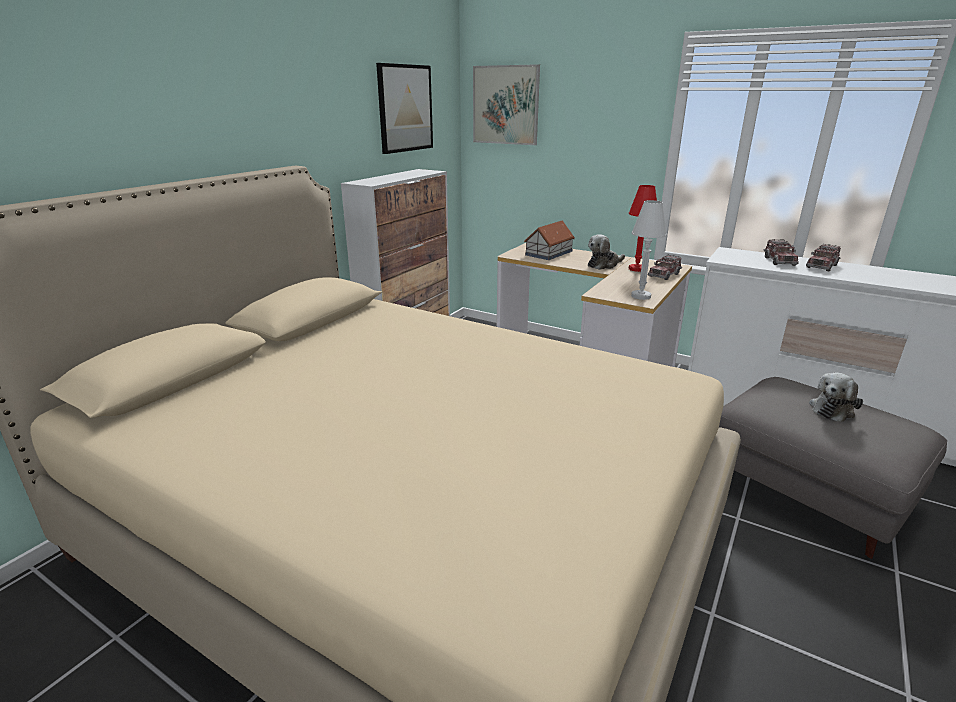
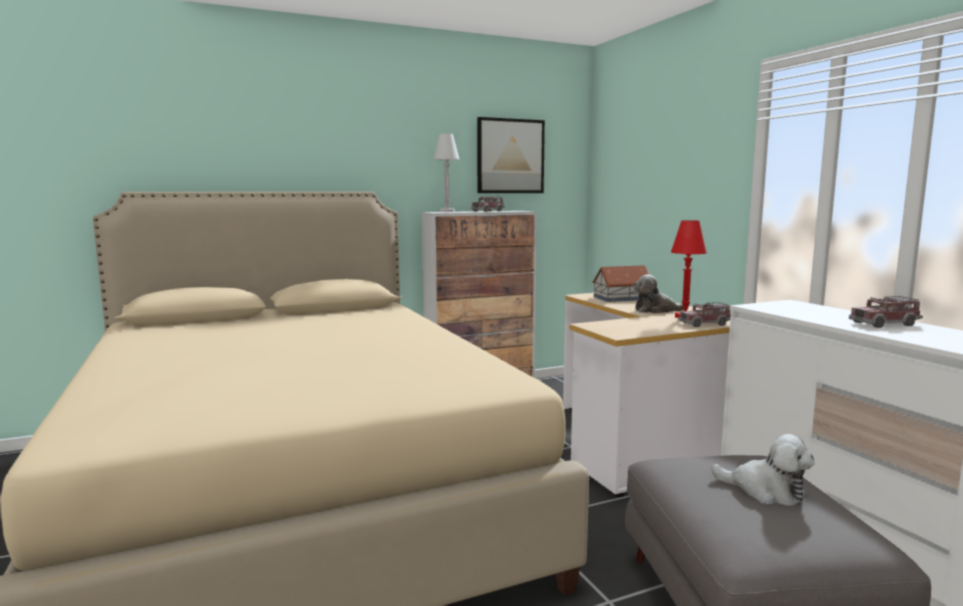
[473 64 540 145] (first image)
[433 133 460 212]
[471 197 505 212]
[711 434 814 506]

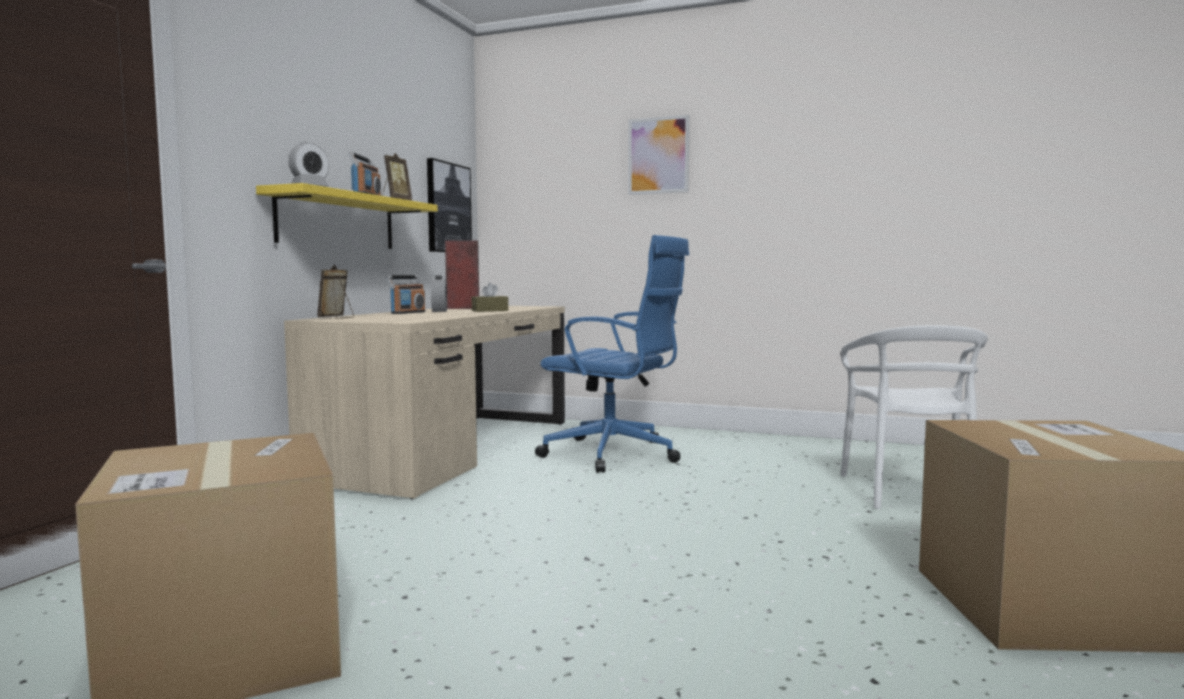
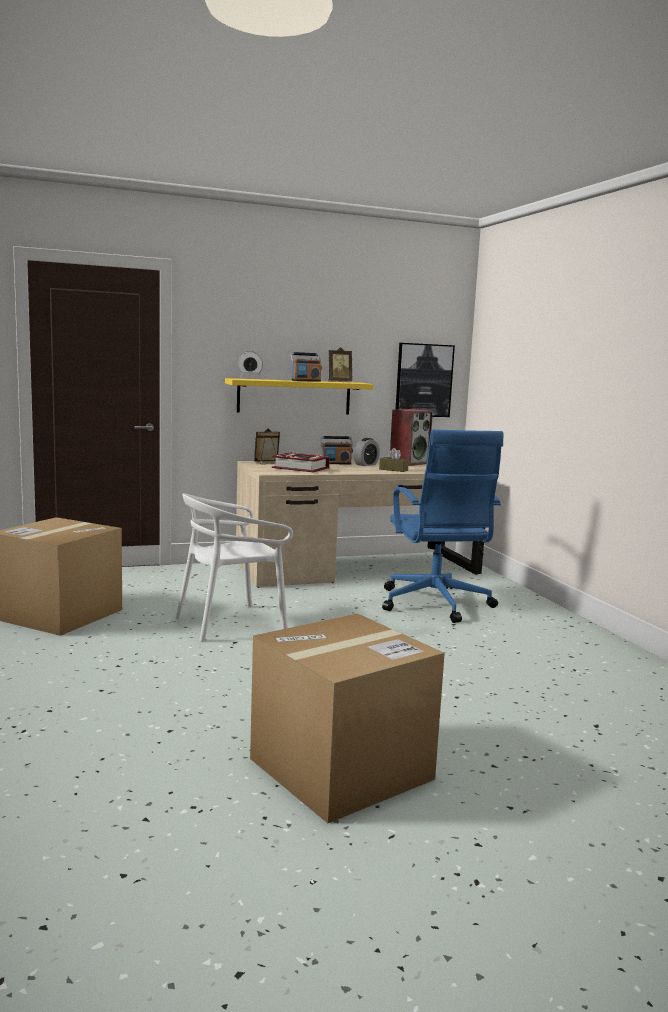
[628 115 689 195] (first image)
[176 493 293 642]
[272 452 330 472]

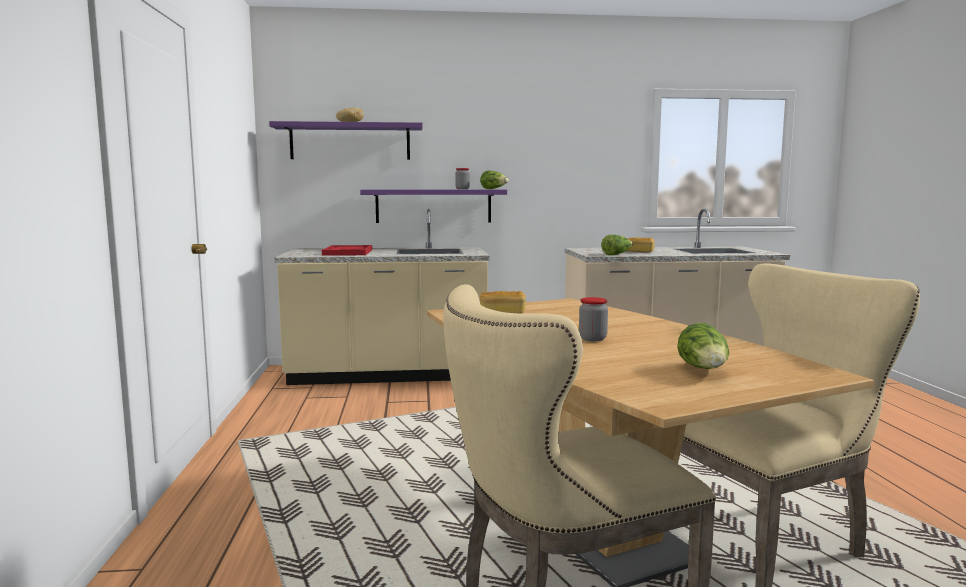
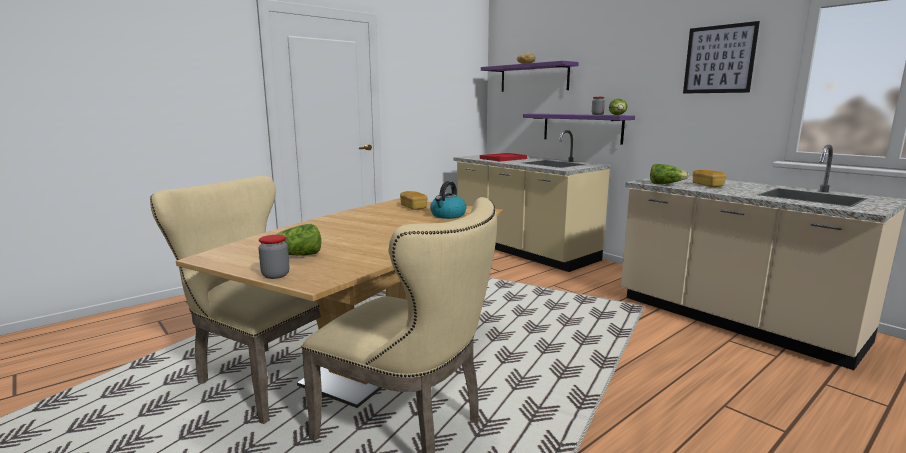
[258 235 290 279]
[683 21 760 94]
[430 181 466 219]

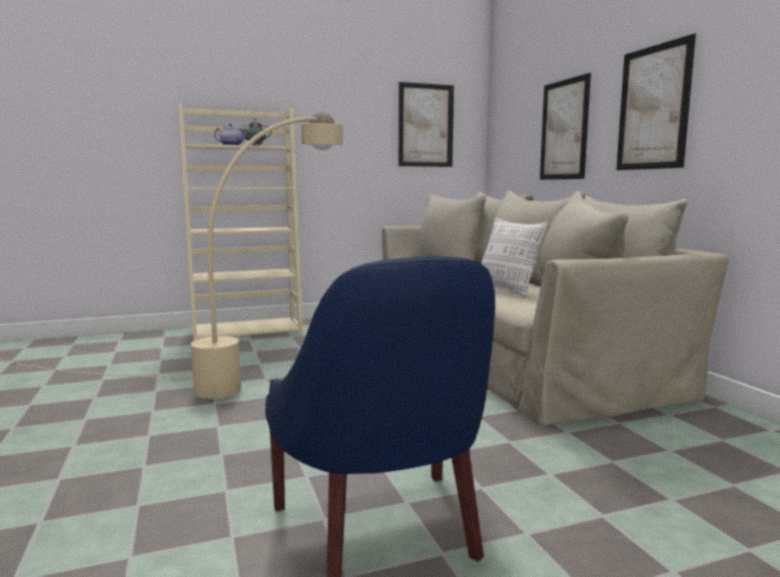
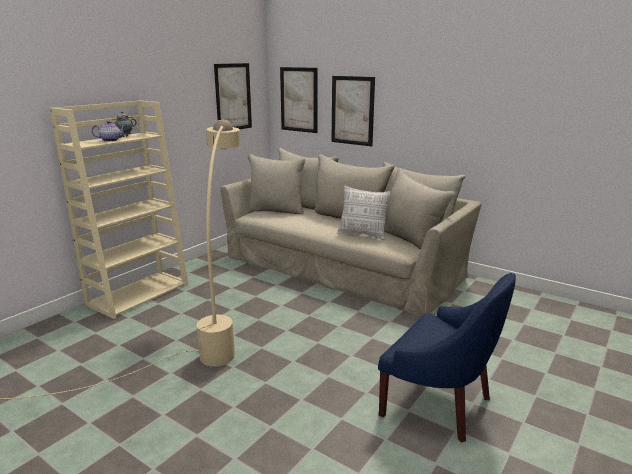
[280 67 318 133]

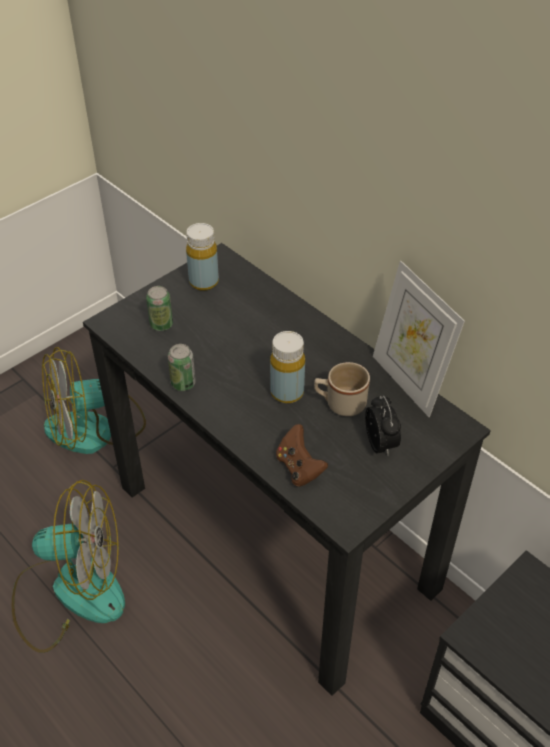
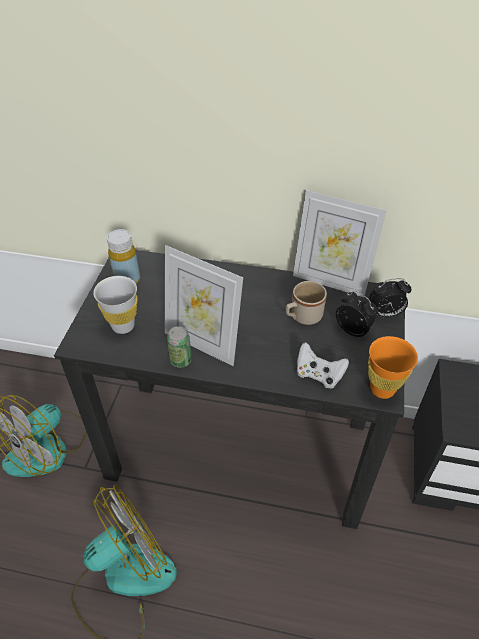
[93 276 137 334]
[270 331 305 403] (first image)
[297 342 349 389]
[165 245 243 366]
[369 278 411 318]
[368 336 418 399]

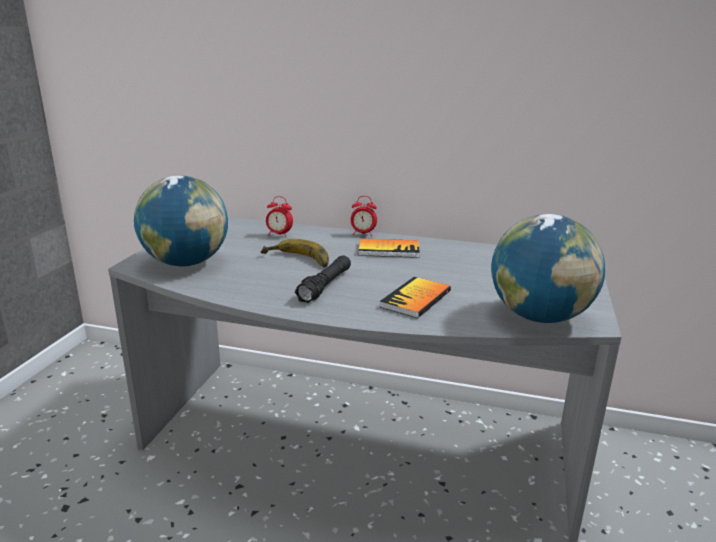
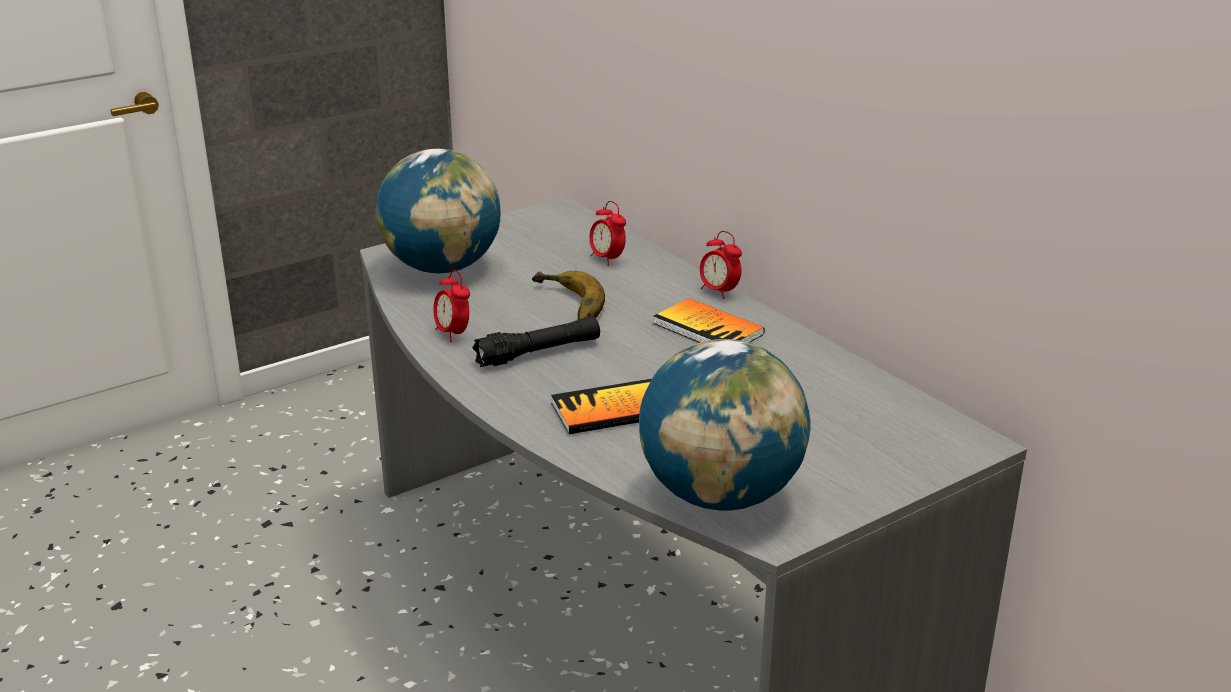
[433 270 470 342]

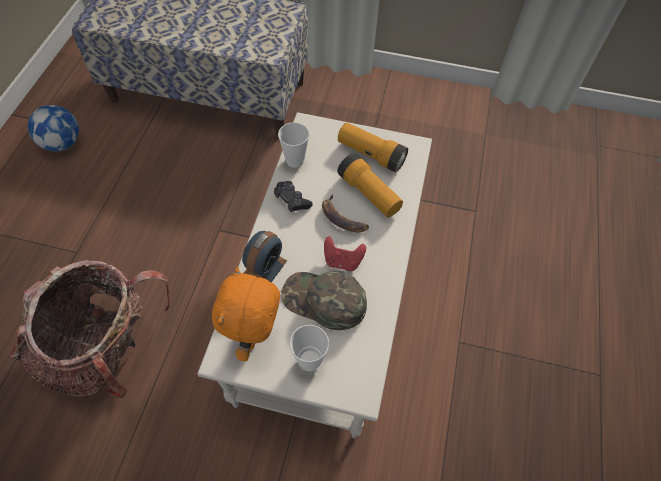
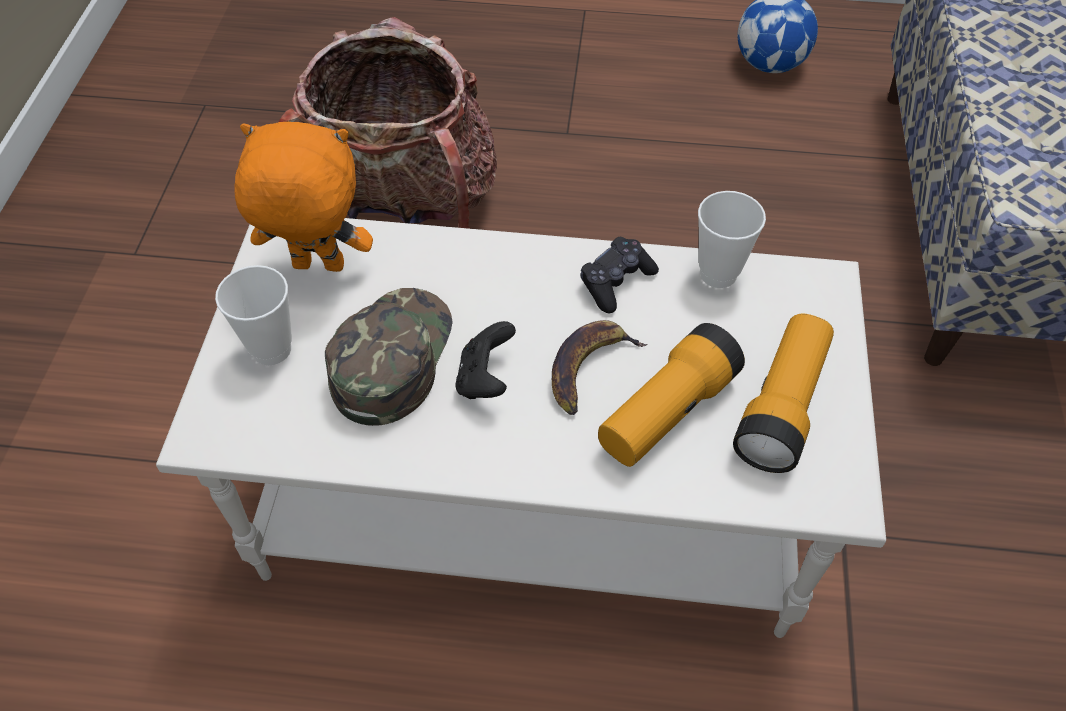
[242 231 287 282] (first image)
[456 321 516 399]

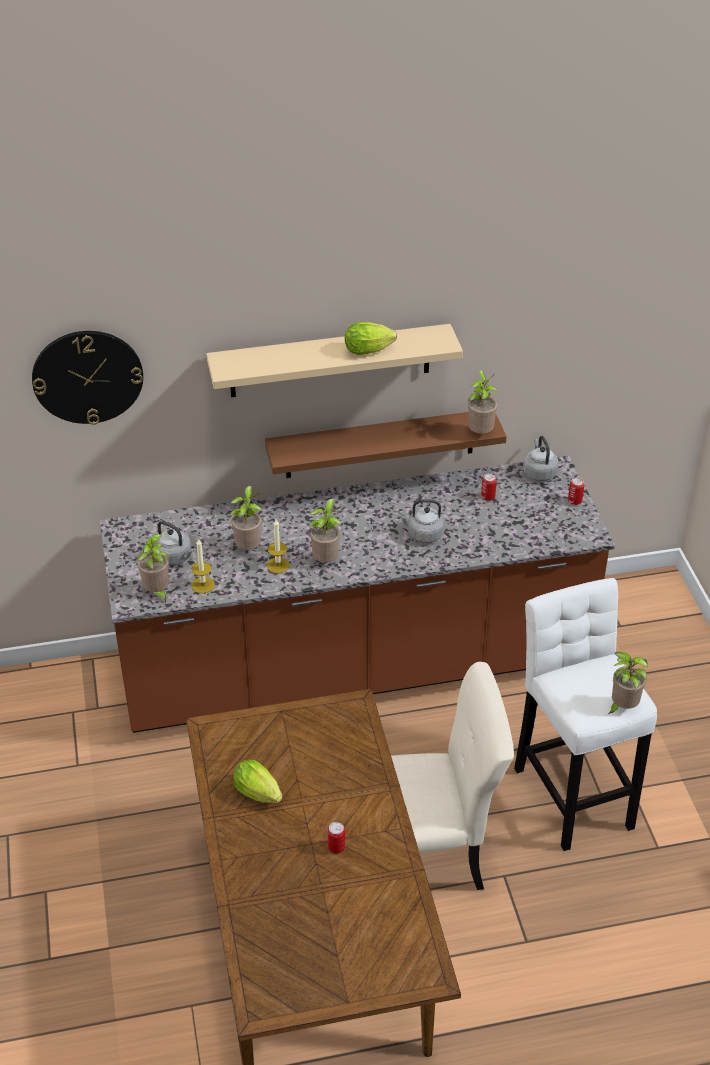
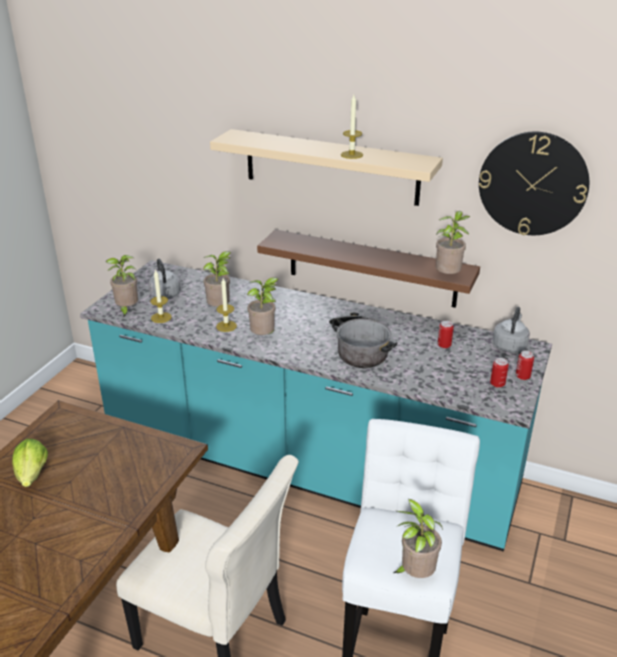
[341 95 363 159]
[479 132 589 235]
[80 260 552 552]
[329 312 397 368]
[490 358 509 388]

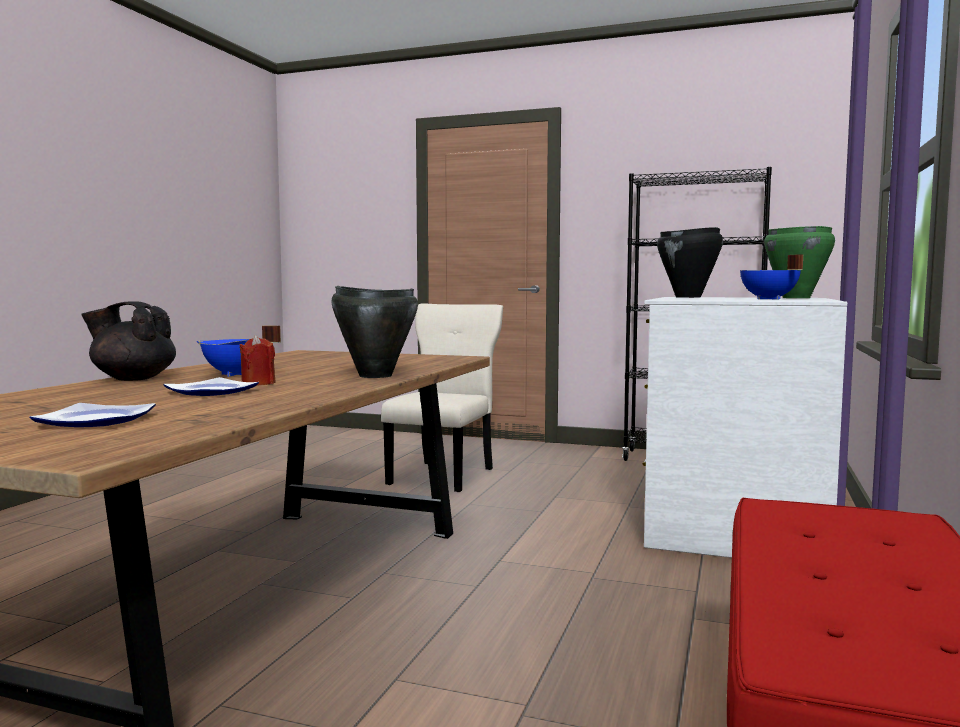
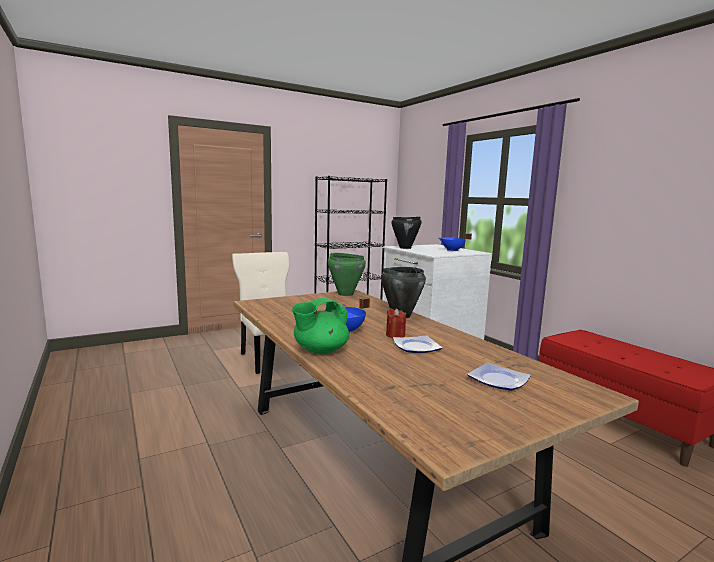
[327 253 366 296]
[292 298 349 354]

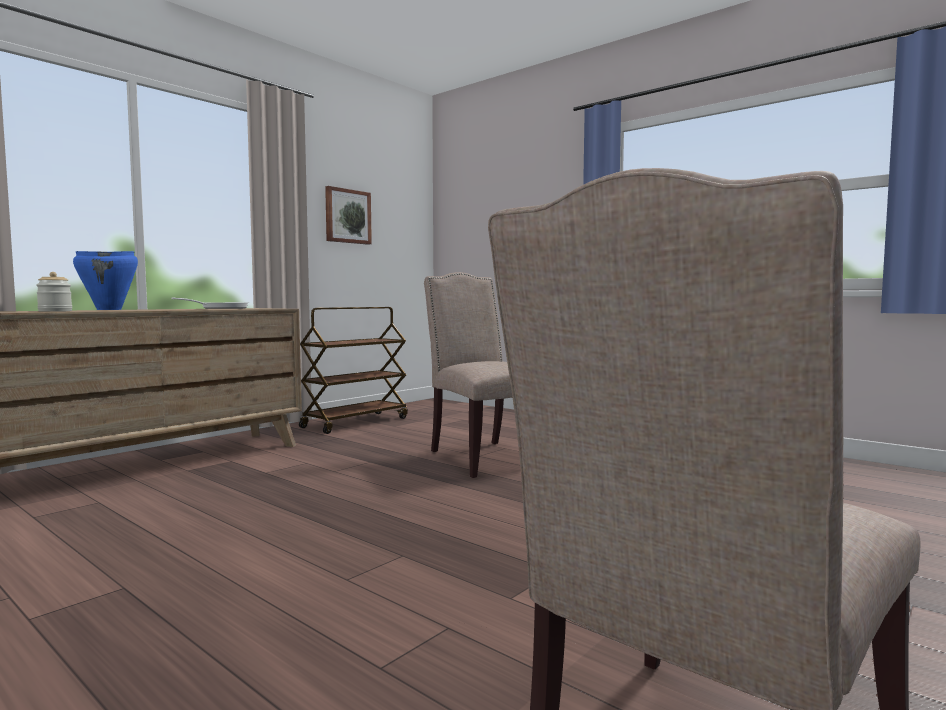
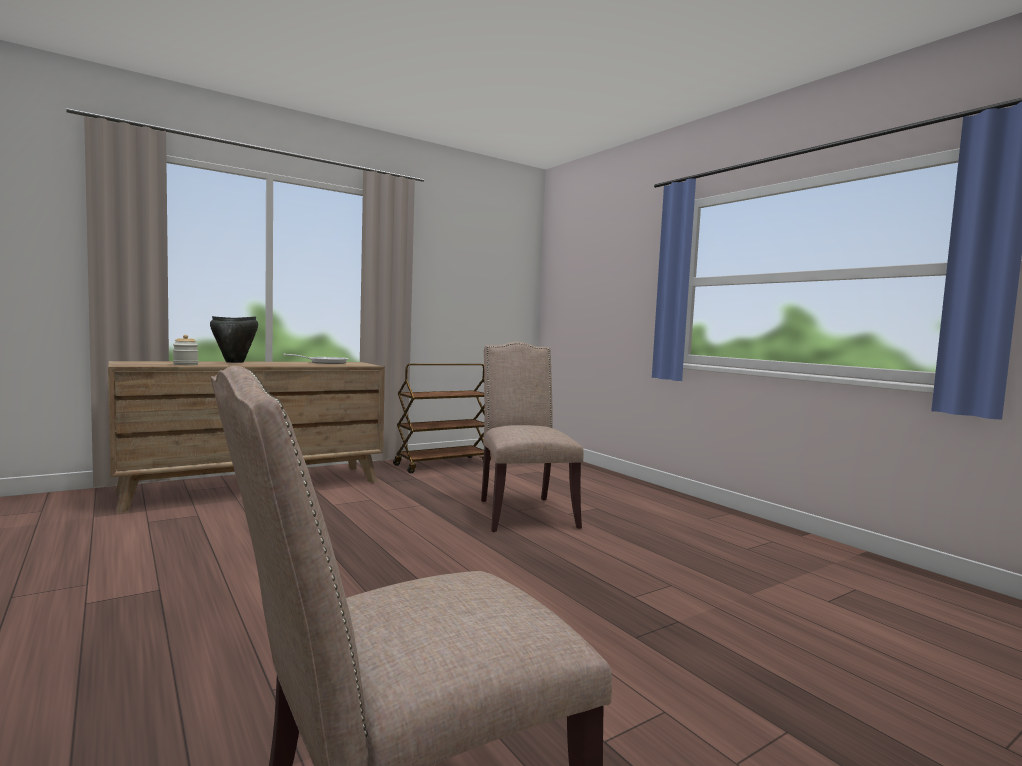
[325 186 372 245] (first image)
[210 316 258 363]

